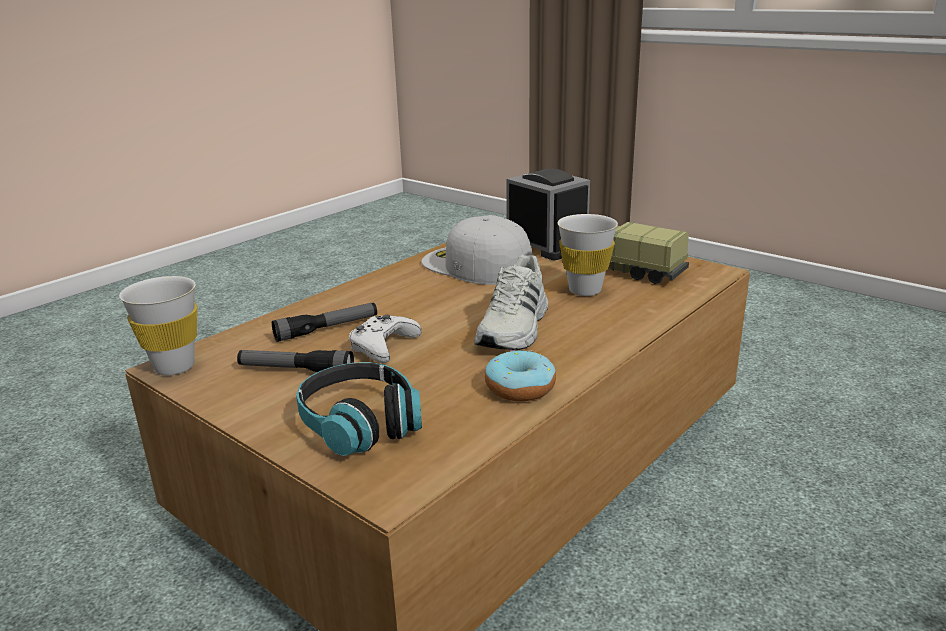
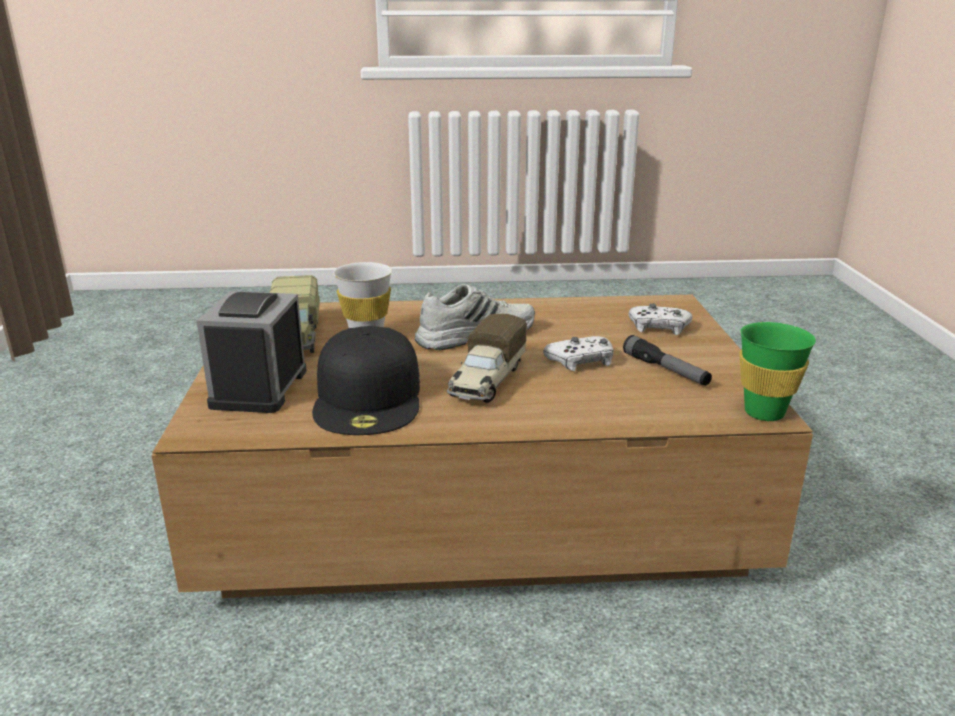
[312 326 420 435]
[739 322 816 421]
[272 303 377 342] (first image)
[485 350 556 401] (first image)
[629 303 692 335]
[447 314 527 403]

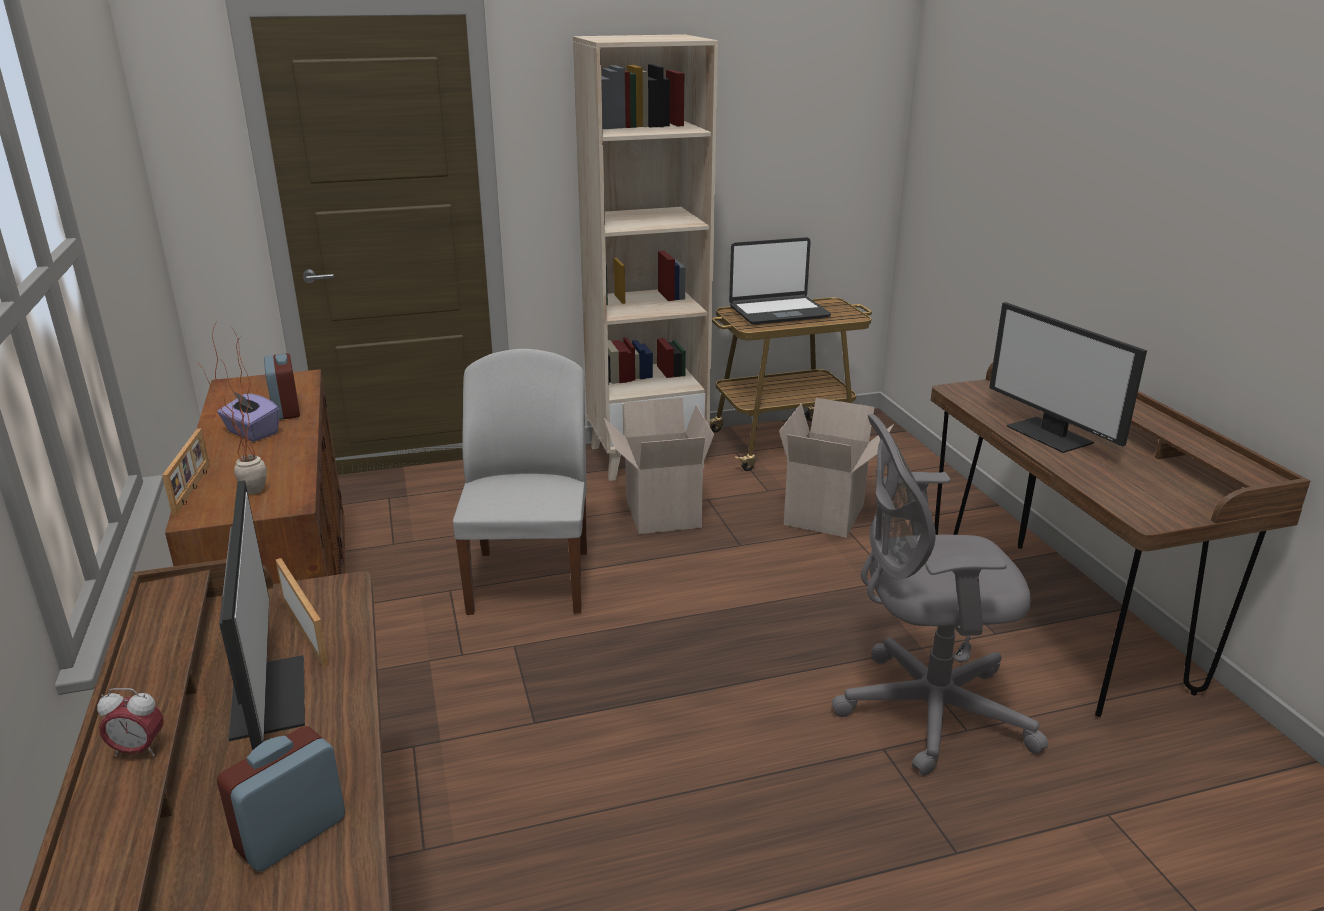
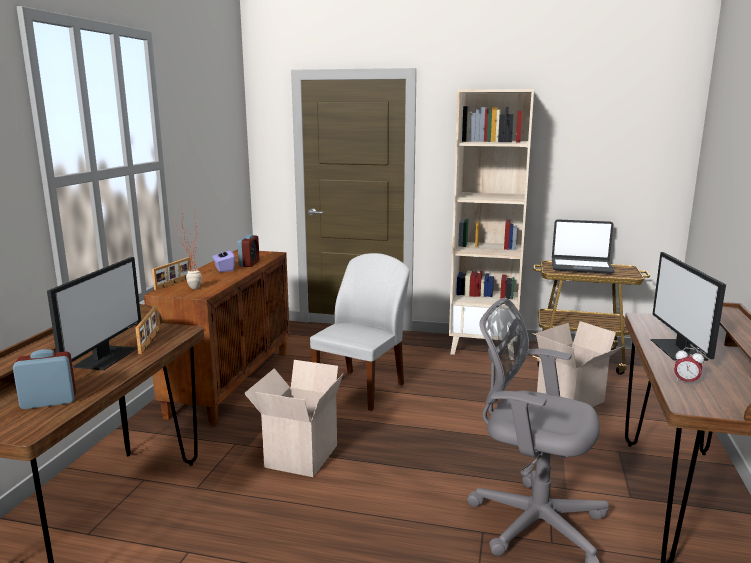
[244 360 343 477]
[674 348 704 386]

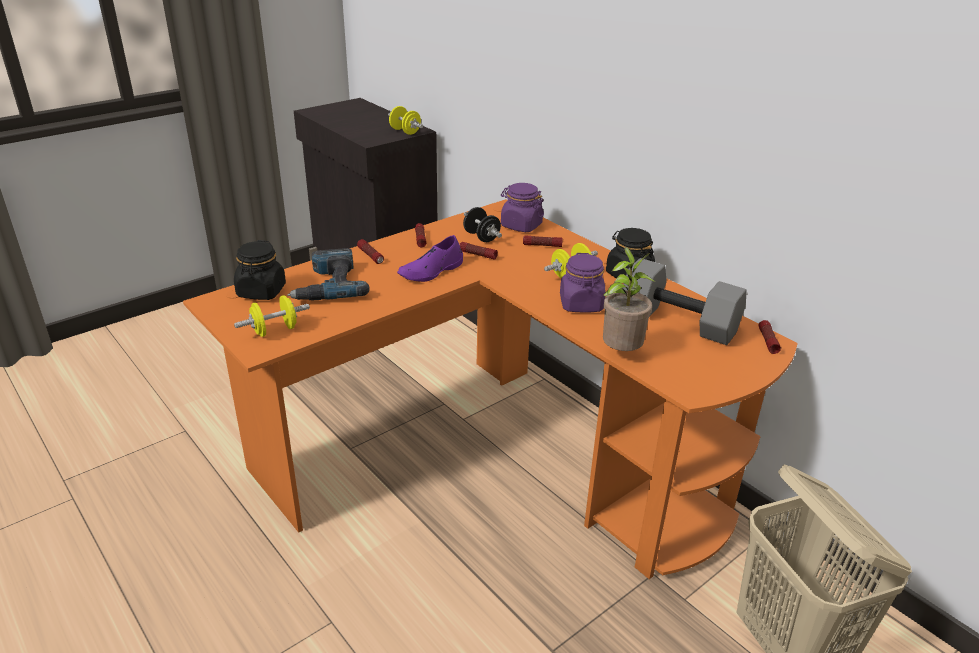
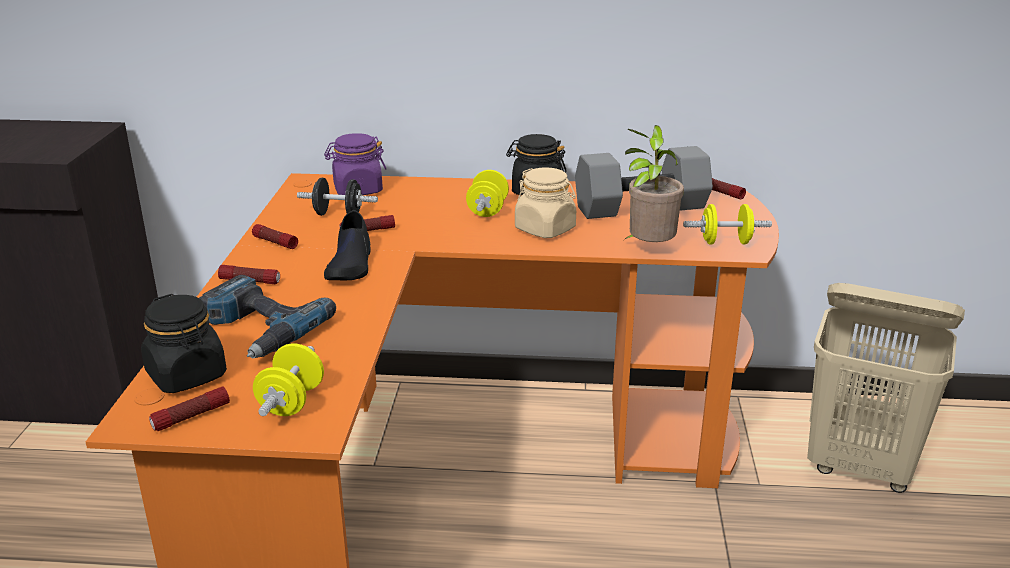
[683 204 772 245]
[324 210 371 280]
[149 386 230 431]
[515 168 576 238]

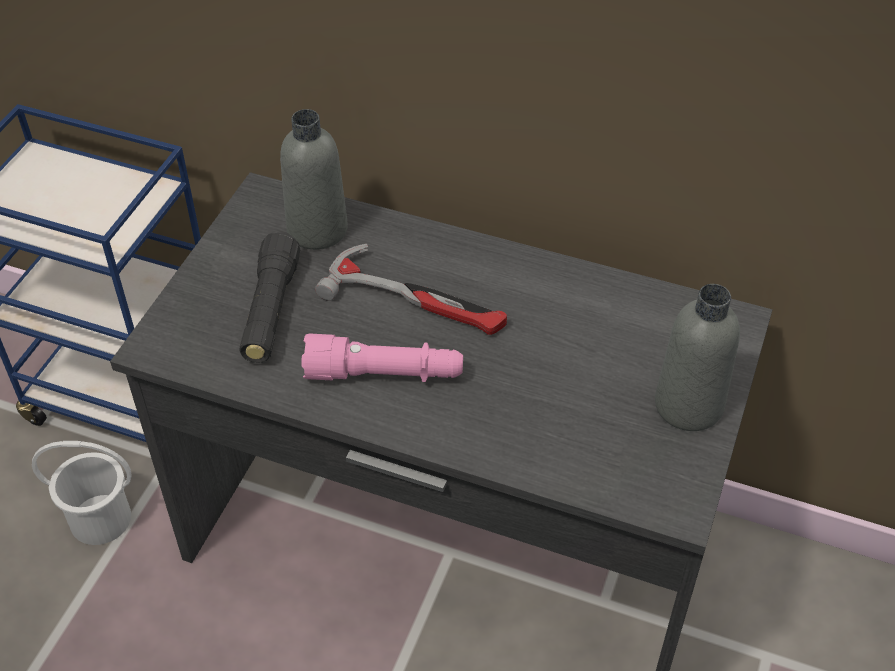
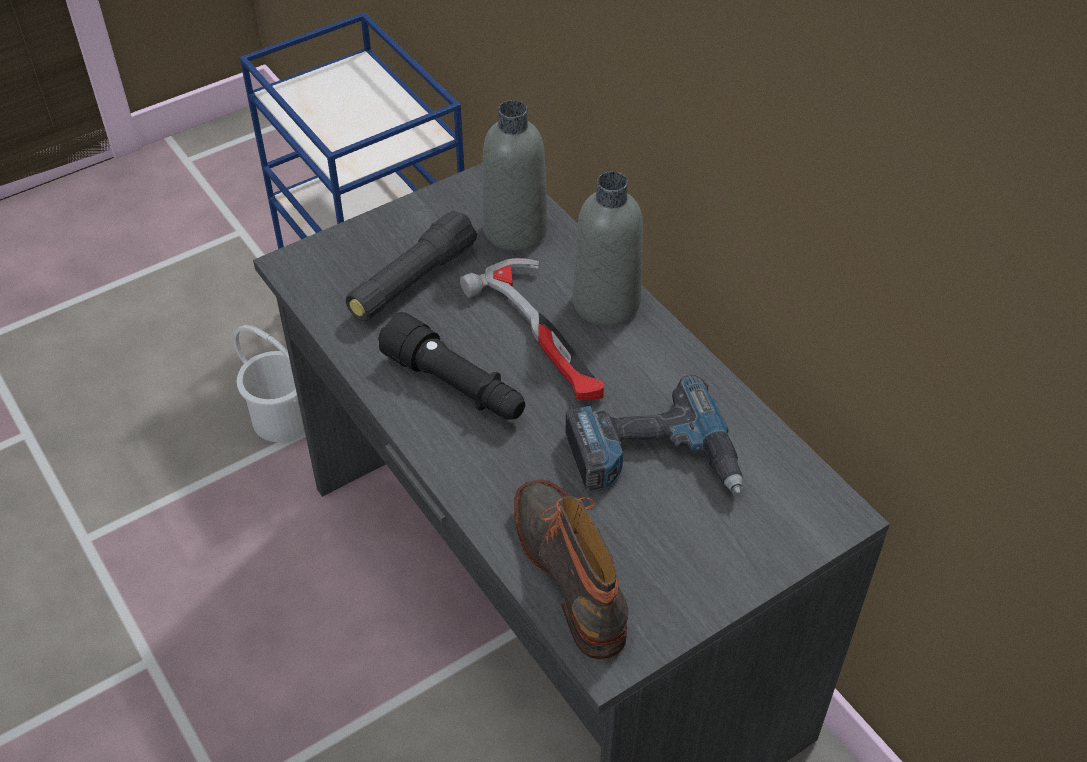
[573 171 643 326]
[378 312 525 420]
[565 374 743 494]
[514 479 629 659]

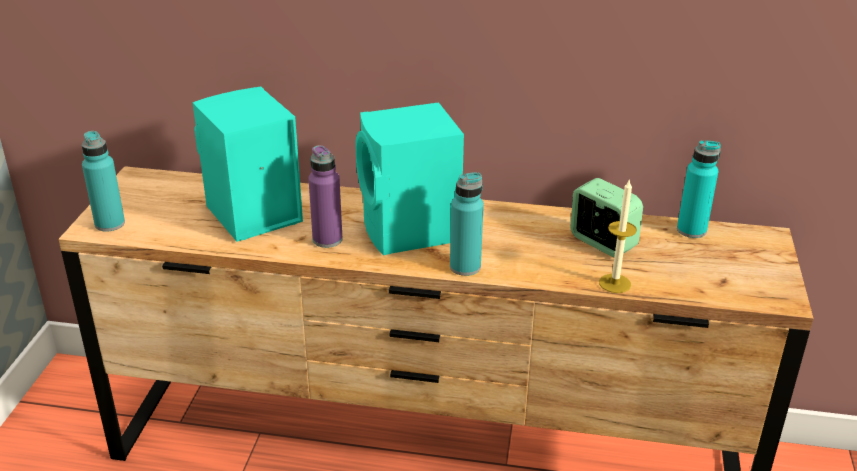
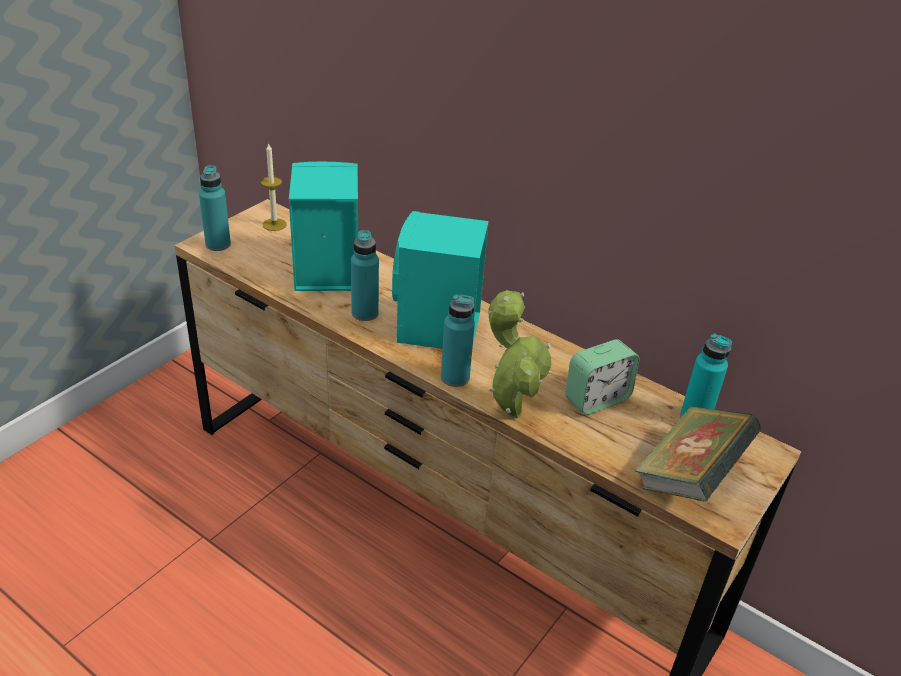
[351 230 379 321]
[565 339 640 415]
[261 142 287 231]
[489 290 552 418]
[635 406 761 501]

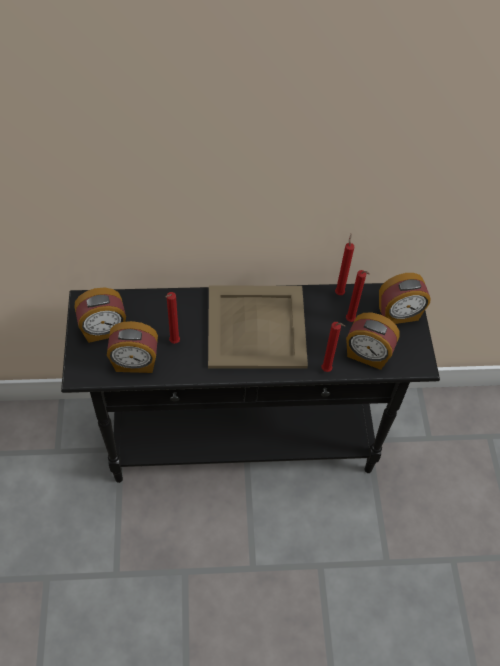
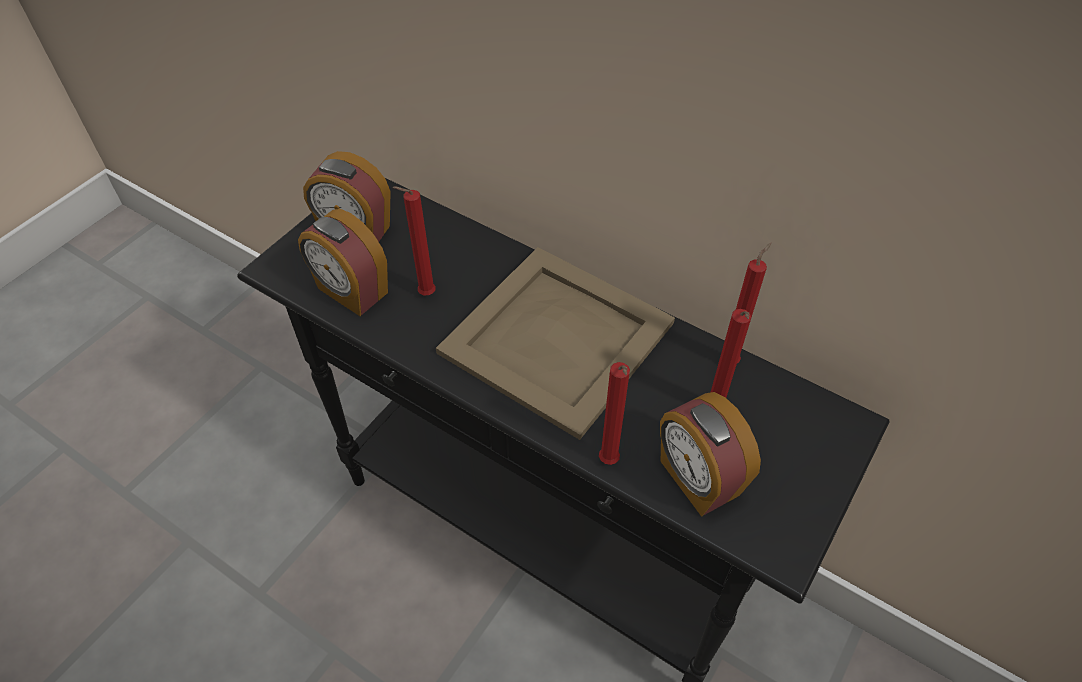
[379 273 431 324] (first image)

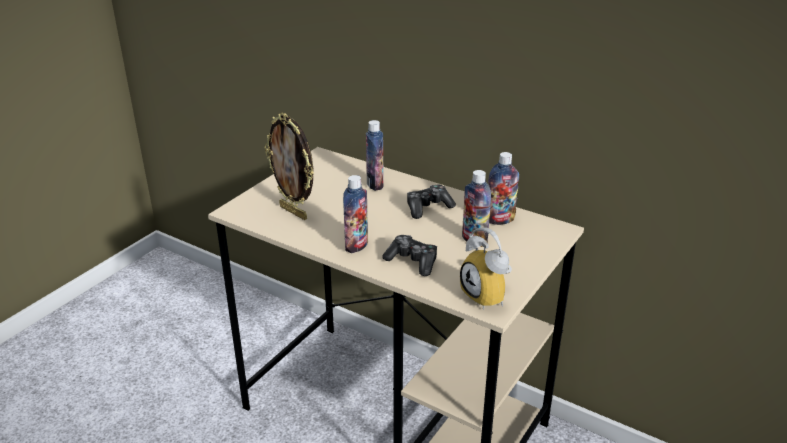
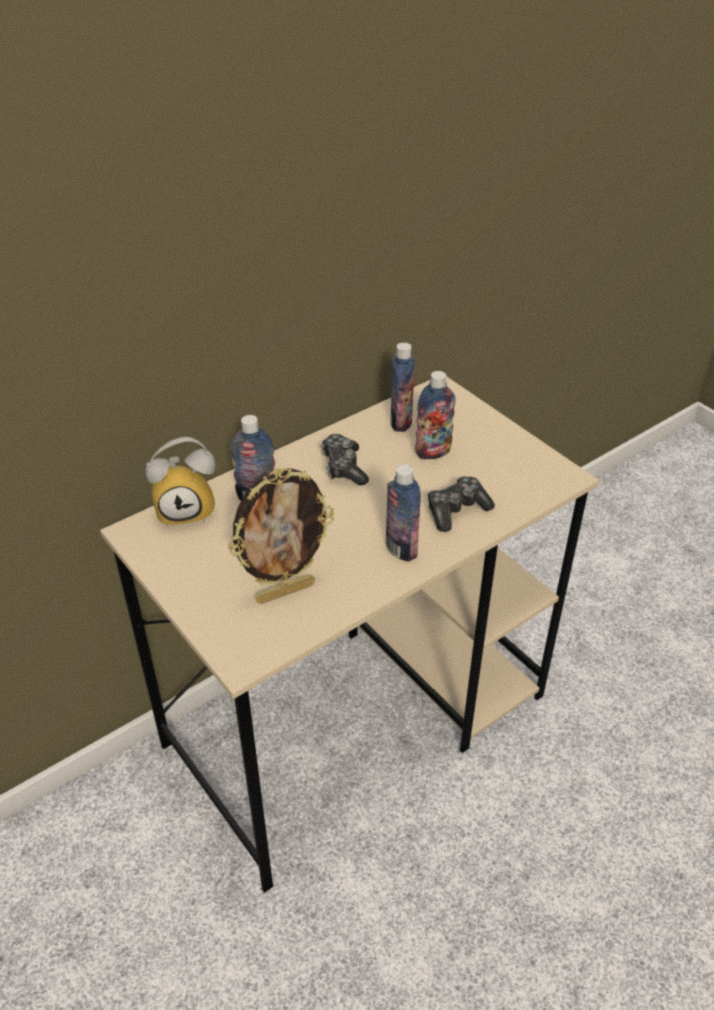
[145 437 216 528]

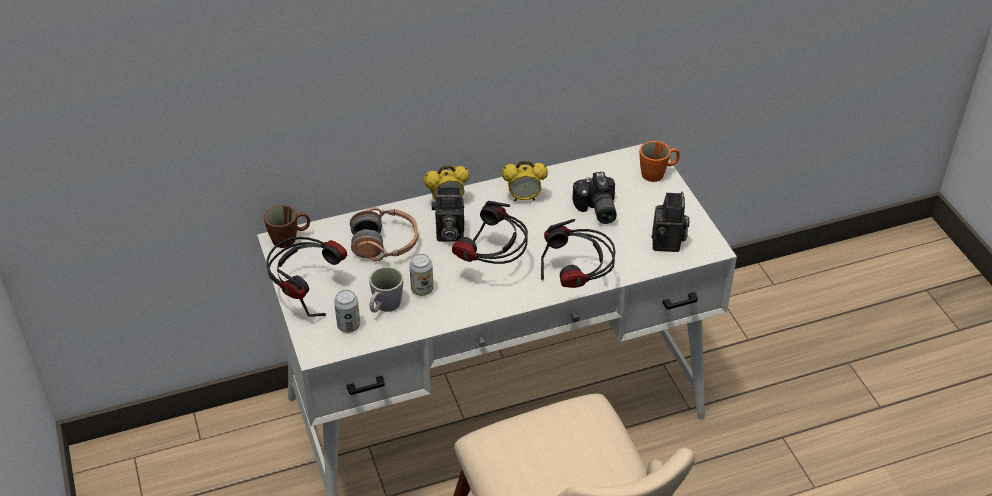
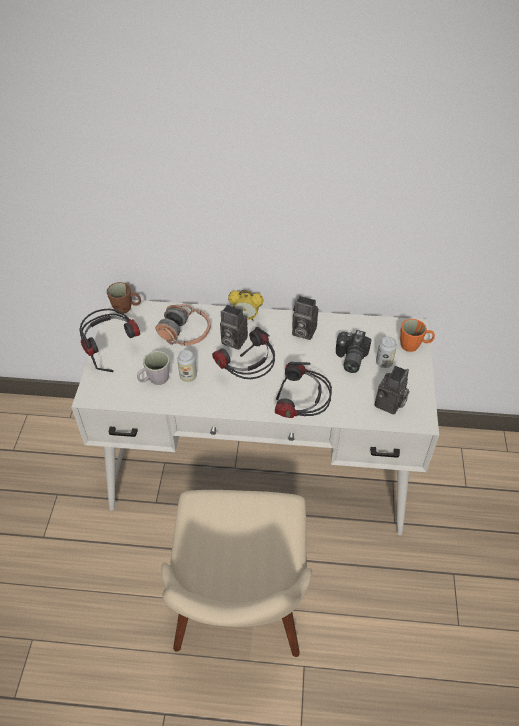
[292 296 318 340]
[376 336 397 368]

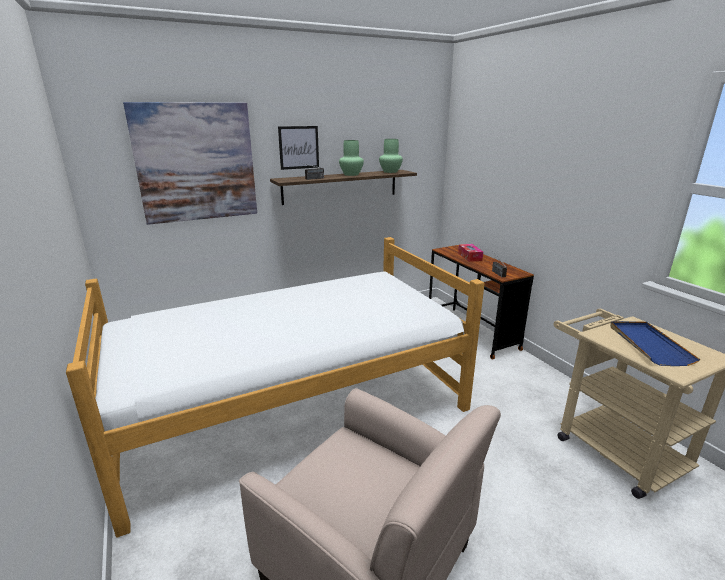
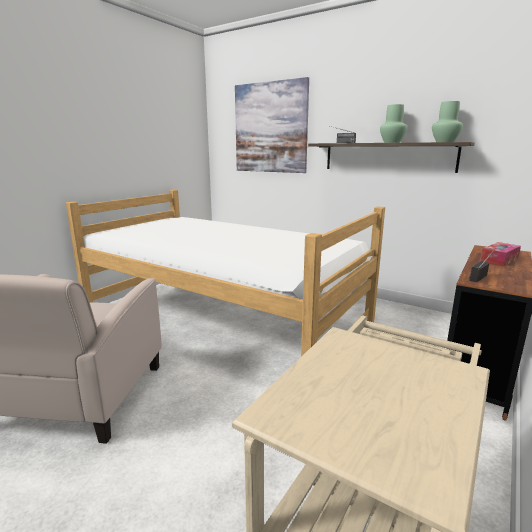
[278 126 319 170] (first image)
[610 321 700 366] (first image)

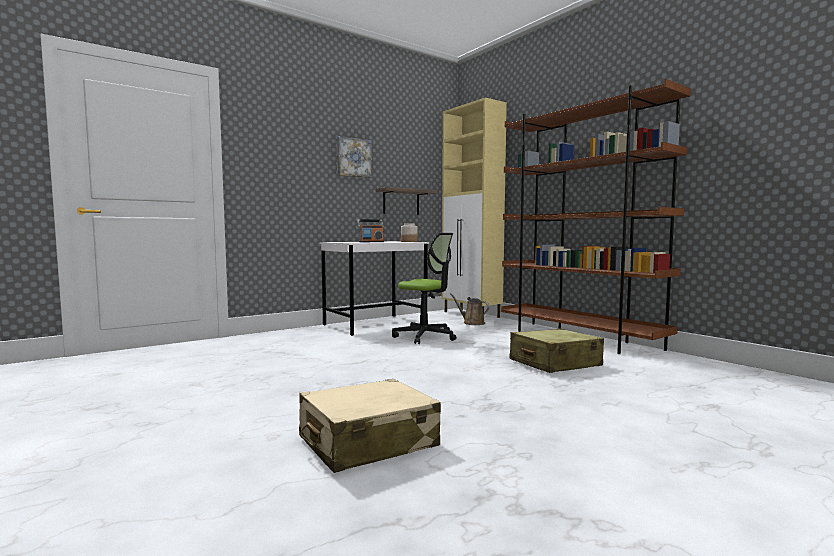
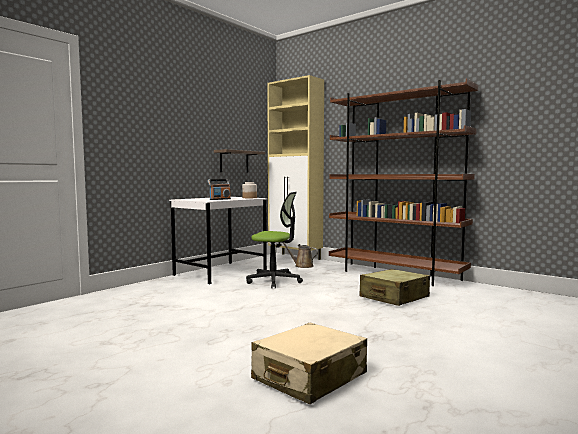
[337 136 372 178] (first image)

